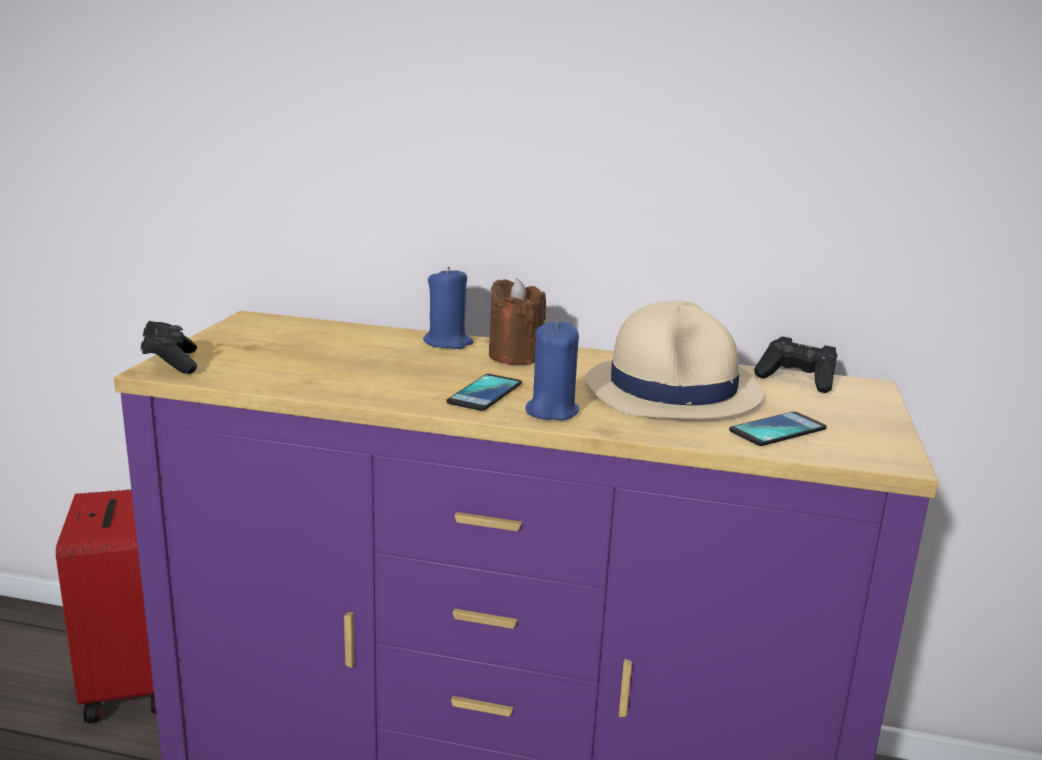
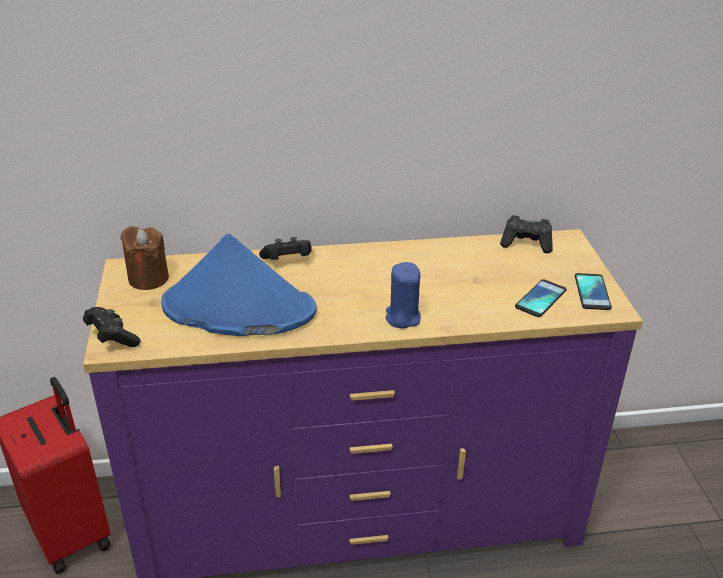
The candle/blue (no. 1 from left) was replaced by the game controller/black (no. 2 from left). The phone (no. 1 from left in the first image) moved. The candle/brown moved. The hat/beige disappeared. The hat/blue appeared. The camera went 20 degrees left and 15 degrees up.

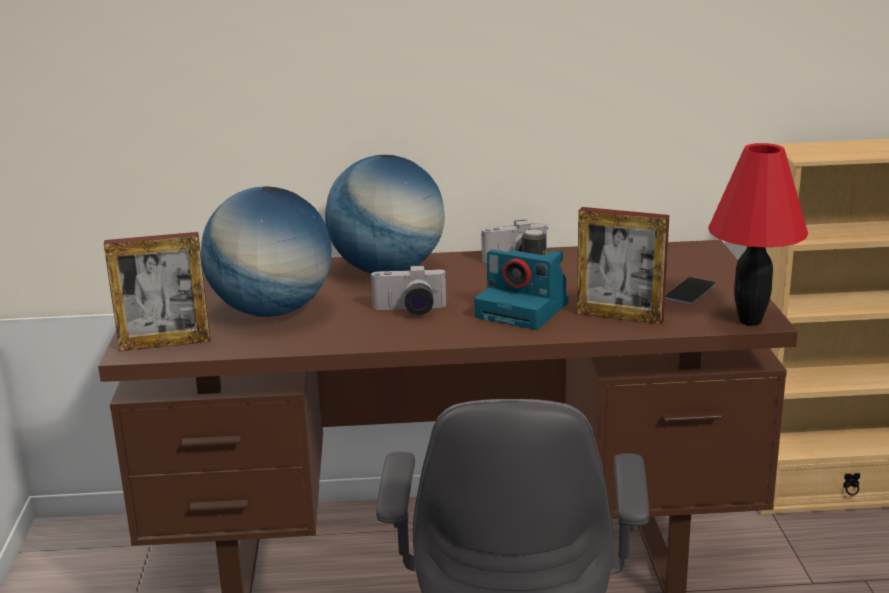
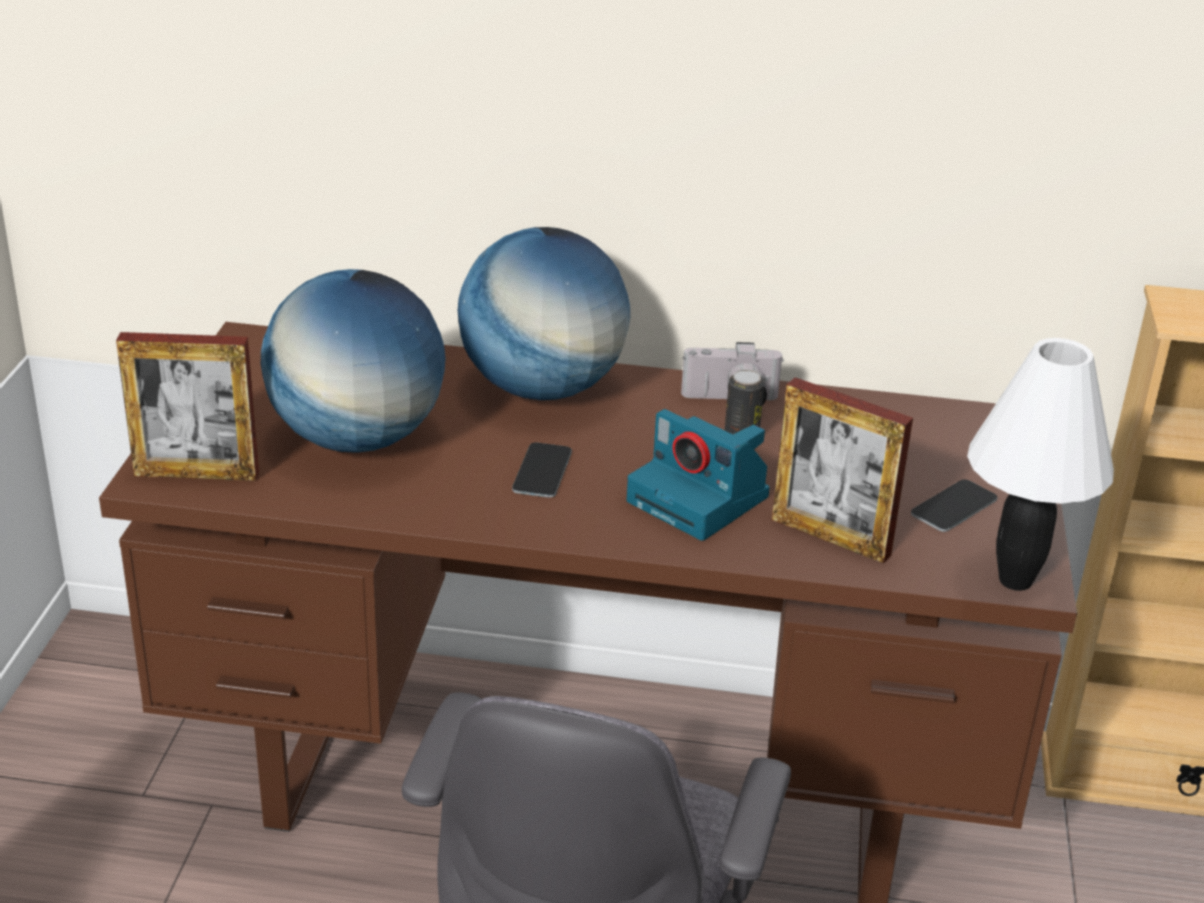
The photo camera (no. 1 from left) was replaced by the phone (no. 1 from left). The table lamp/red became the table lamp/white. The camera went 10 degrees right and 10 degrees up.

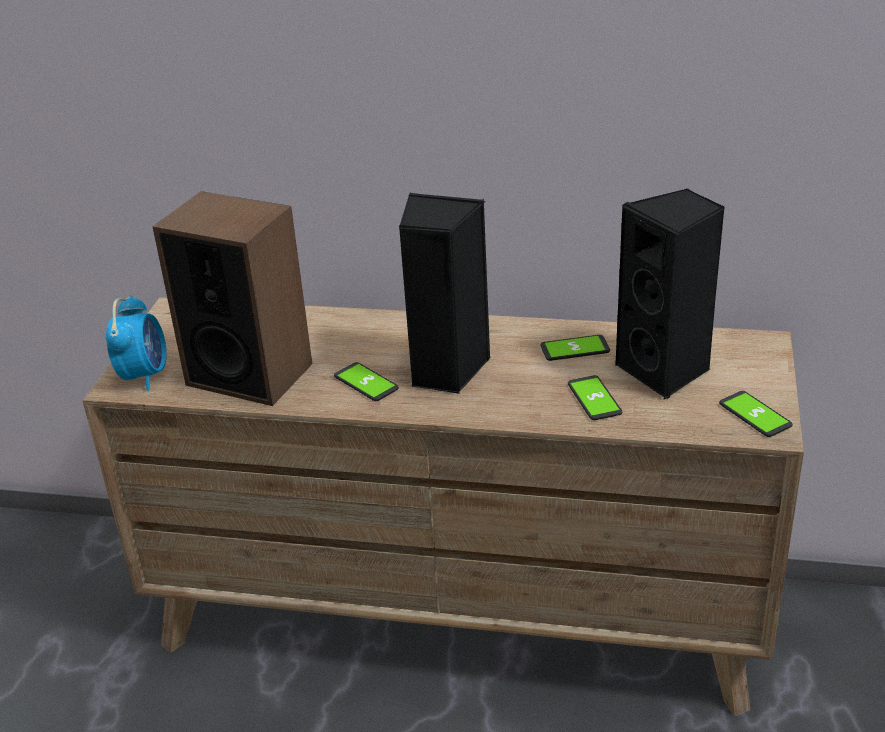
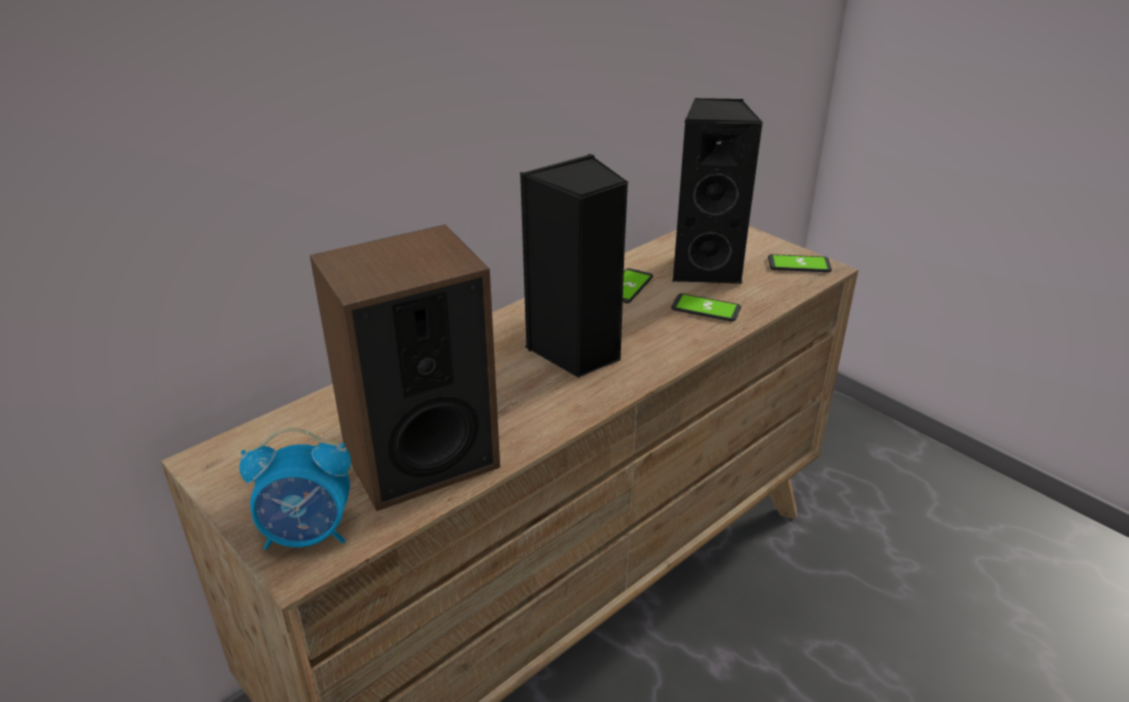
The alarm clock turned 135 degrees clockwise. The phone (no. 1 from left) disappeared. The camera went 55 degrees left and 0 degrees up.

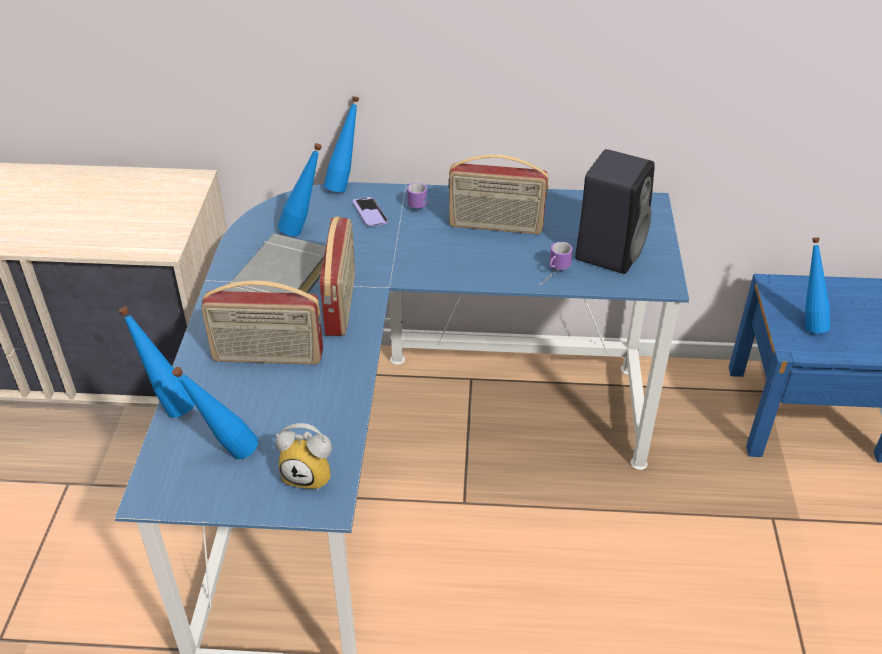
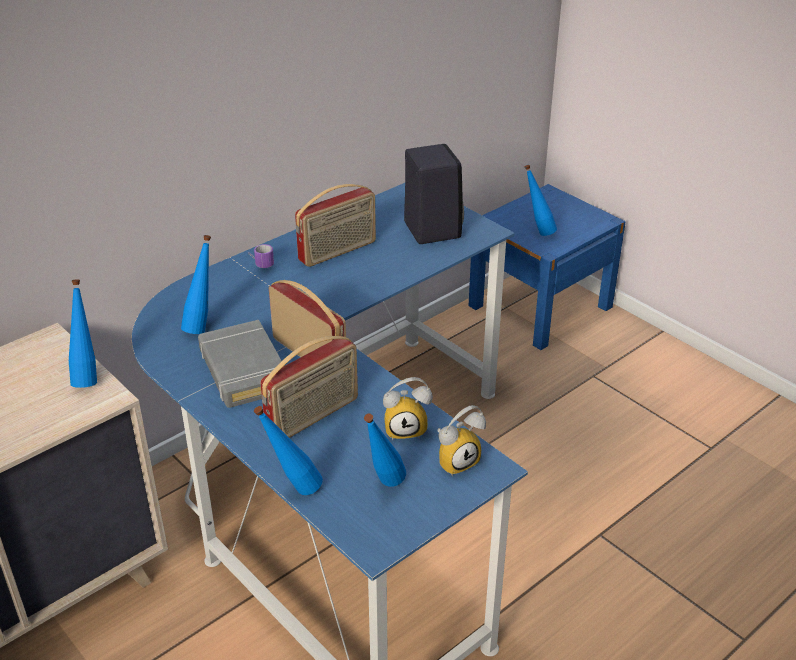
The bottle/blue (no. 4 from left in the first image) moved. The phone disappeared. The mug (no. 2 from left) disappeared. The alarm clock (no. 1 from left) appeared. The camera went 45 degrees left and 5 degrees down.

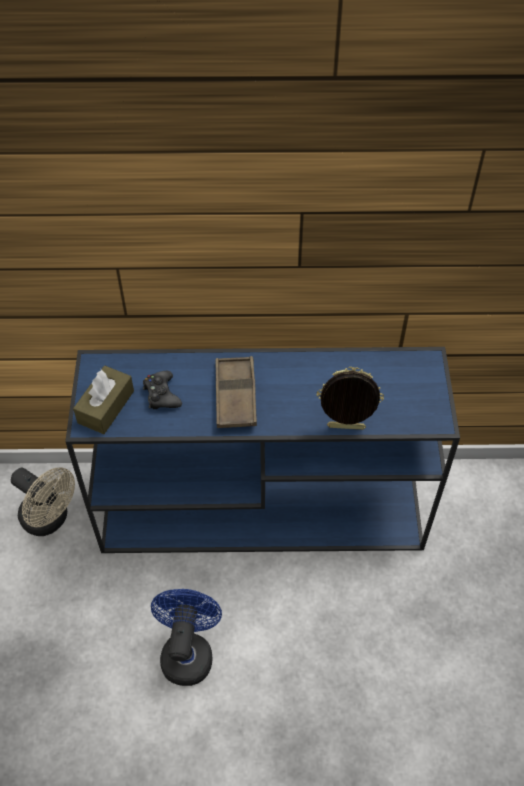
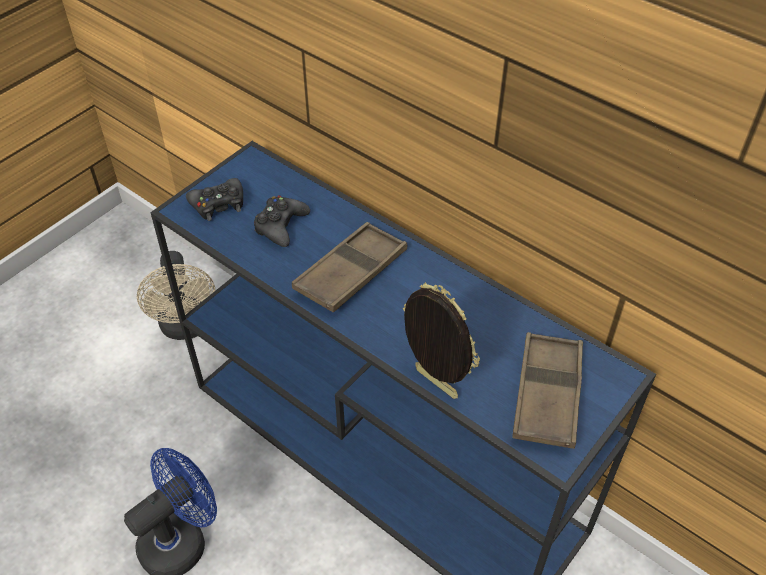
The tissue box/brown was replaced by the game controller/black (no. 1 from left). The tray/brown (no. 2 from left) appeared. The camera went 40 degrees right and 5 degrees down.

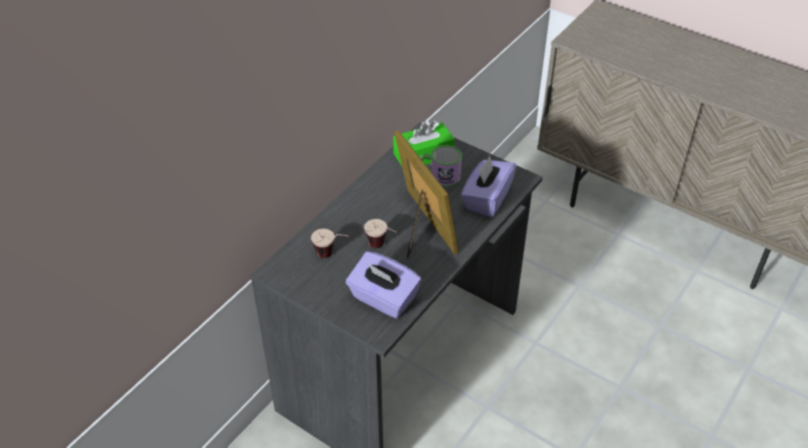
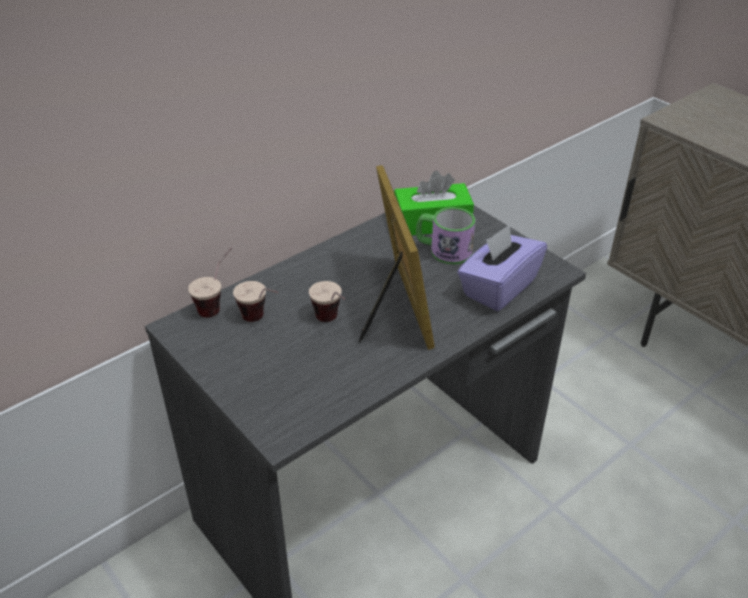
The tissue box/purple (no. 1 from left) disappeared. The cup (no. 1 from left) appeared. The camera went 15 degrees right and 5 degrees down.

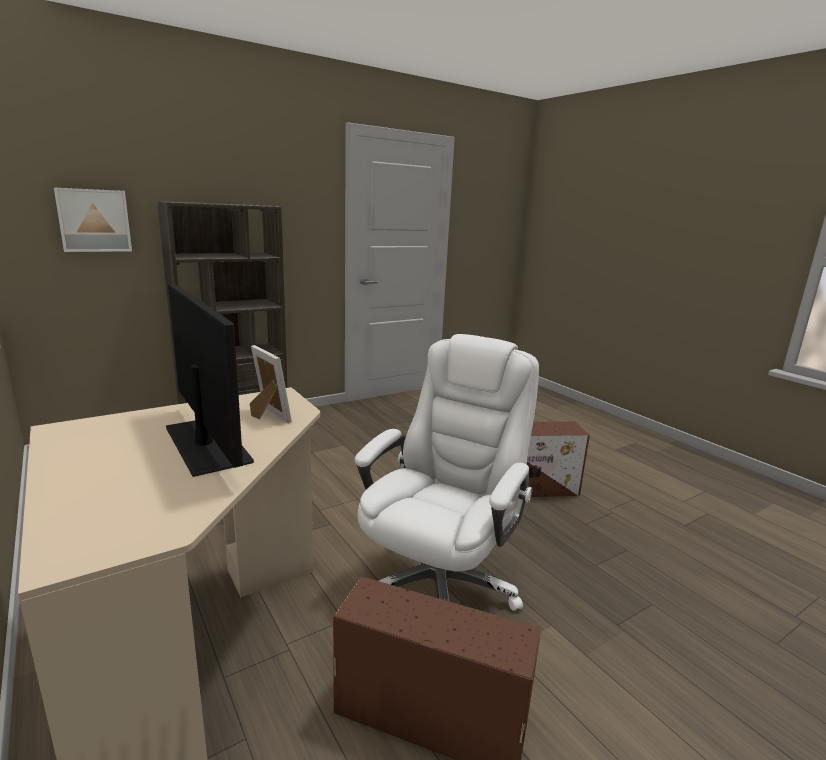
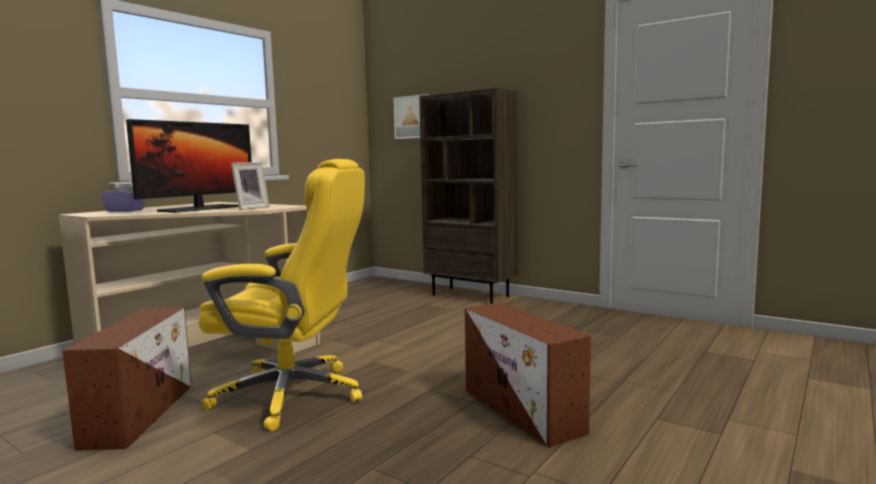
The office chair/white became the office chair/yellow. The tissue box/purple appeared. The camera went 70 degrees right and 10 degrees down.

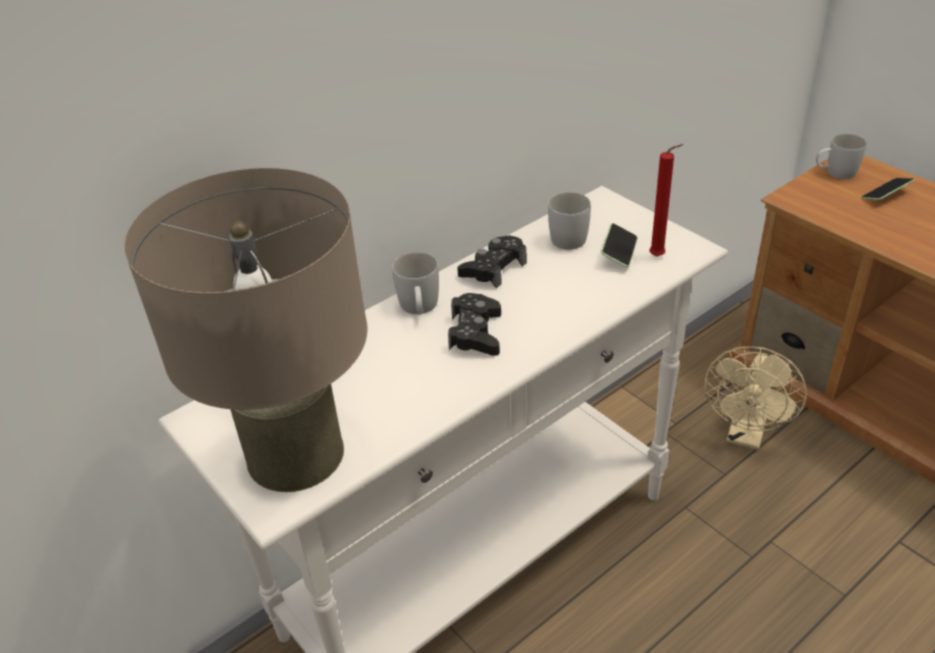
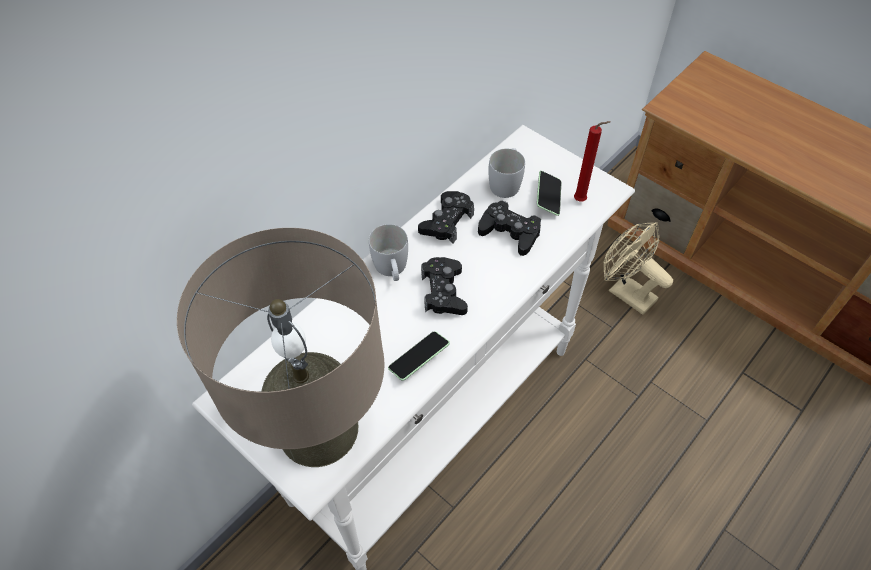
The fan/beige turned 120 degrees clockwise. The mug/white (no. 3 from left) disappeared. The phone (no. 2 from left in the first image) moved. The game controller/black (no. 3 from left) appeared. The camera went 10 degrees left and 15 degrees up.

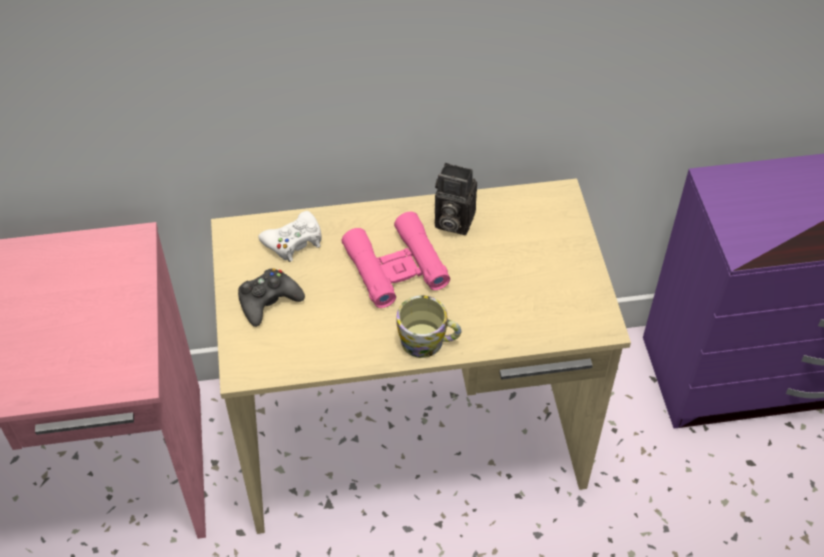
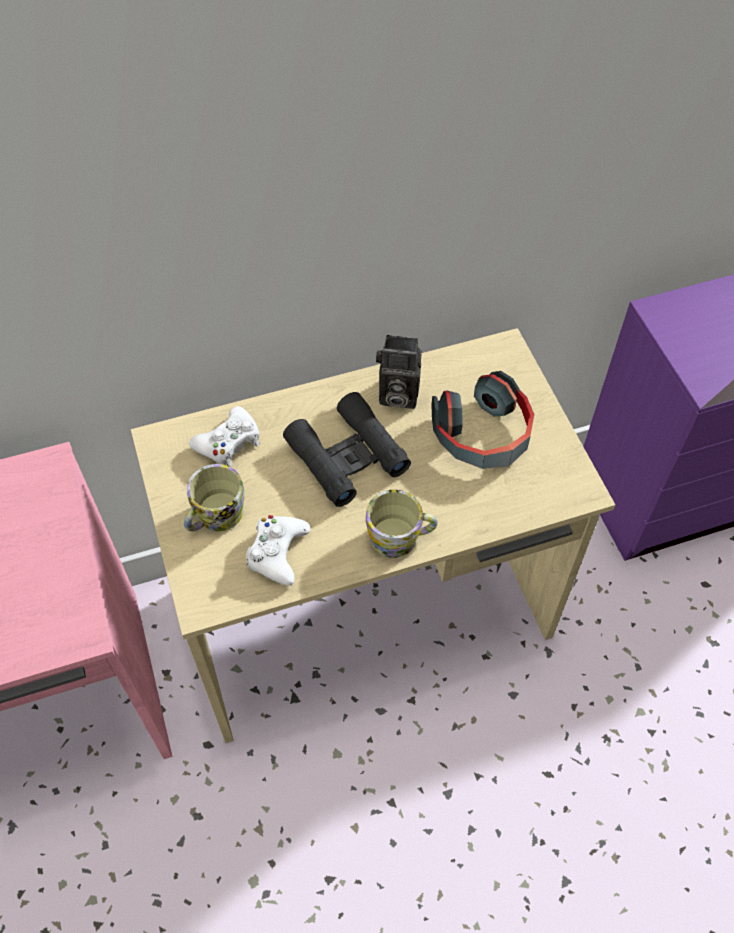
The game controller/black was replaced by the mug (no. 1 from left). The binoculars/pink became the binoculars/black. The game controller/white (no. 2 from left) appeared. The headphones appeared. The camera went 10 degrees left and 5 degrees up.

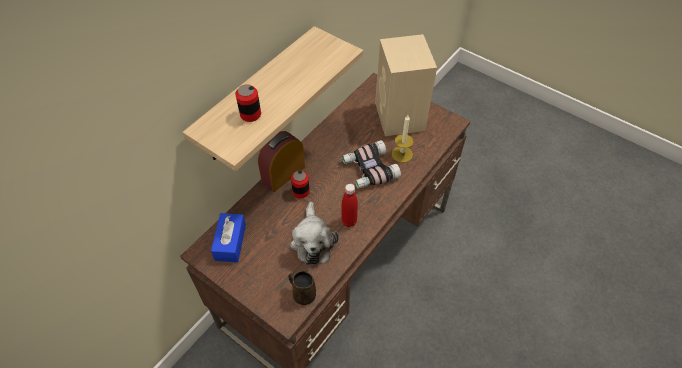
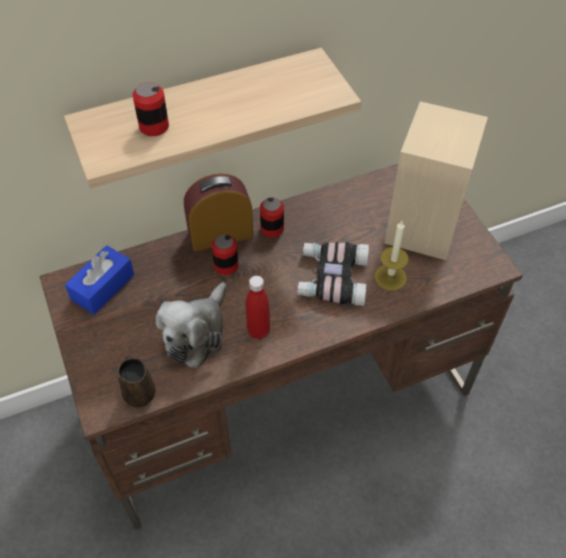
The can (no. 3 from left) appeared. The camera went 30 degrees right and 0 degrees up.

